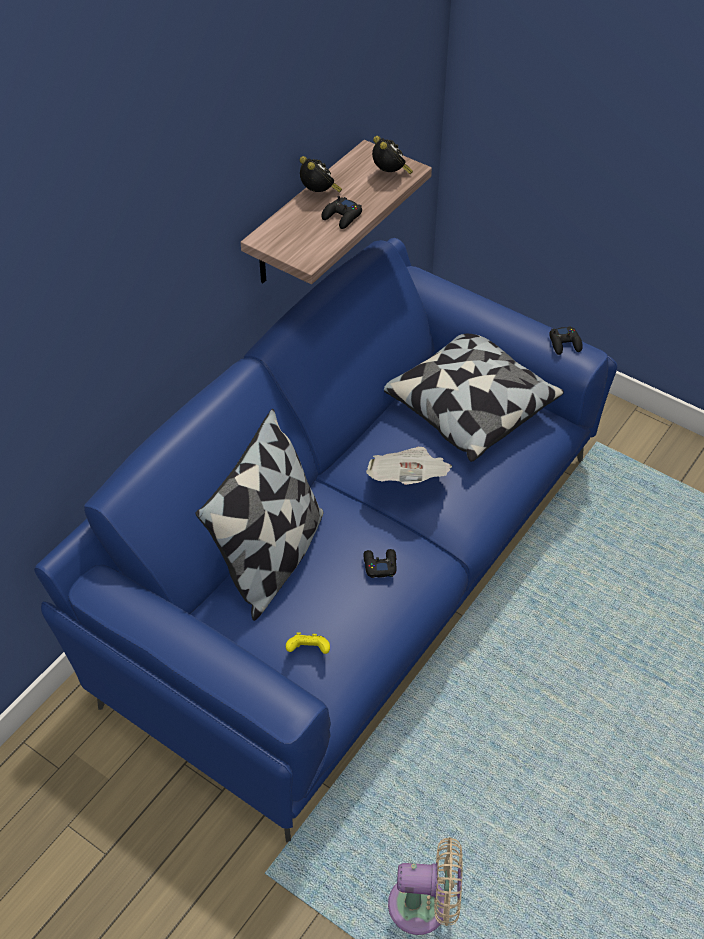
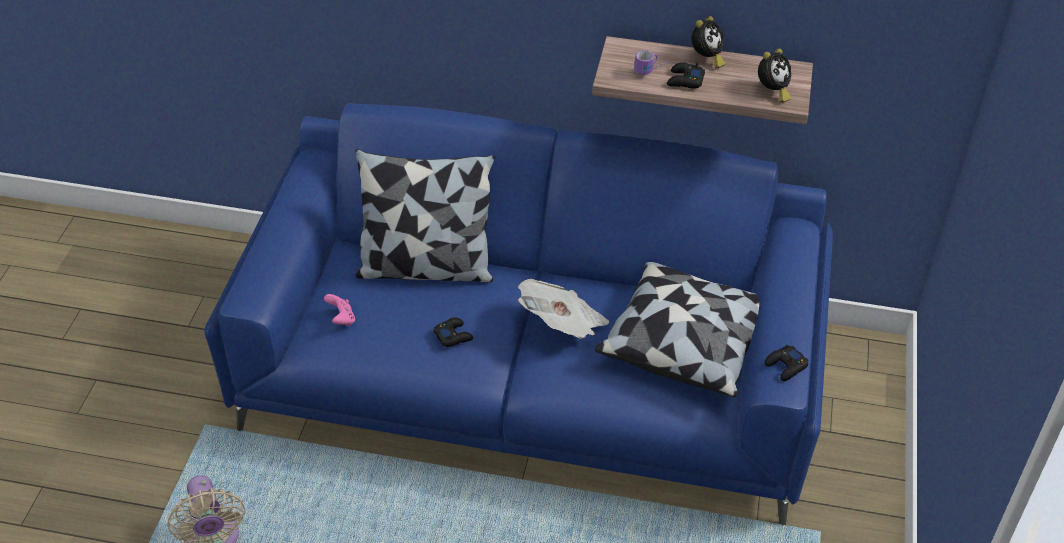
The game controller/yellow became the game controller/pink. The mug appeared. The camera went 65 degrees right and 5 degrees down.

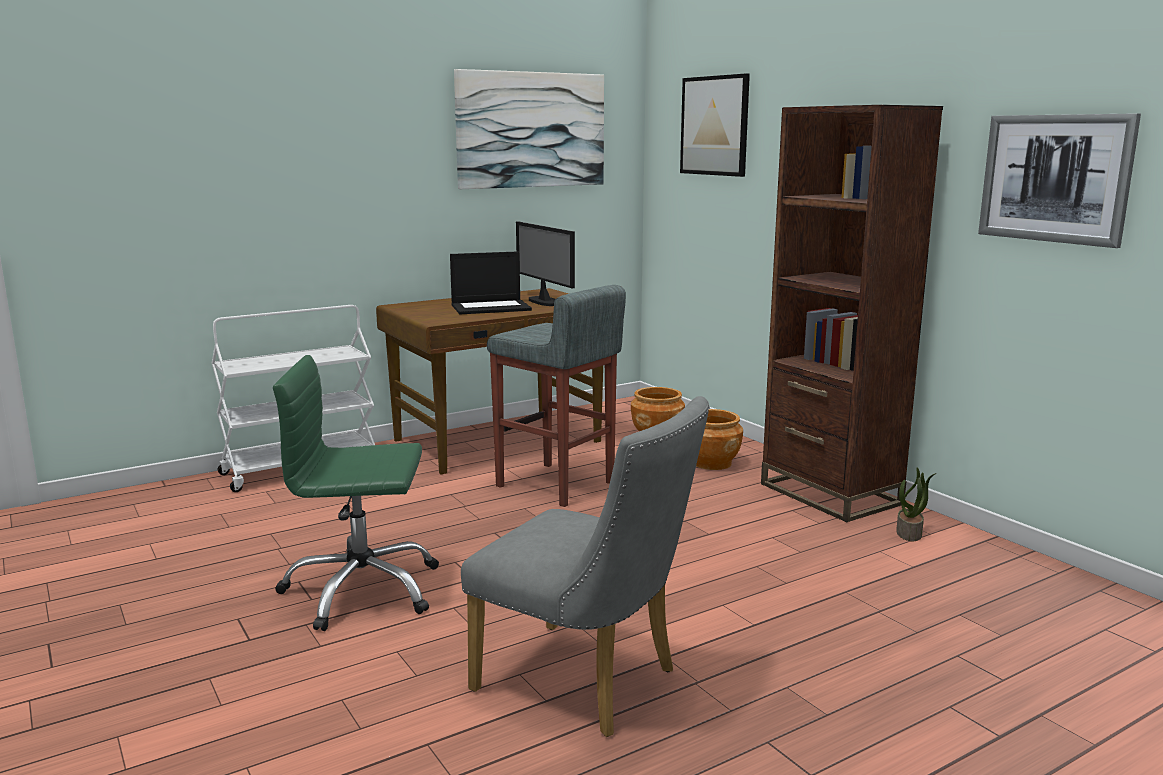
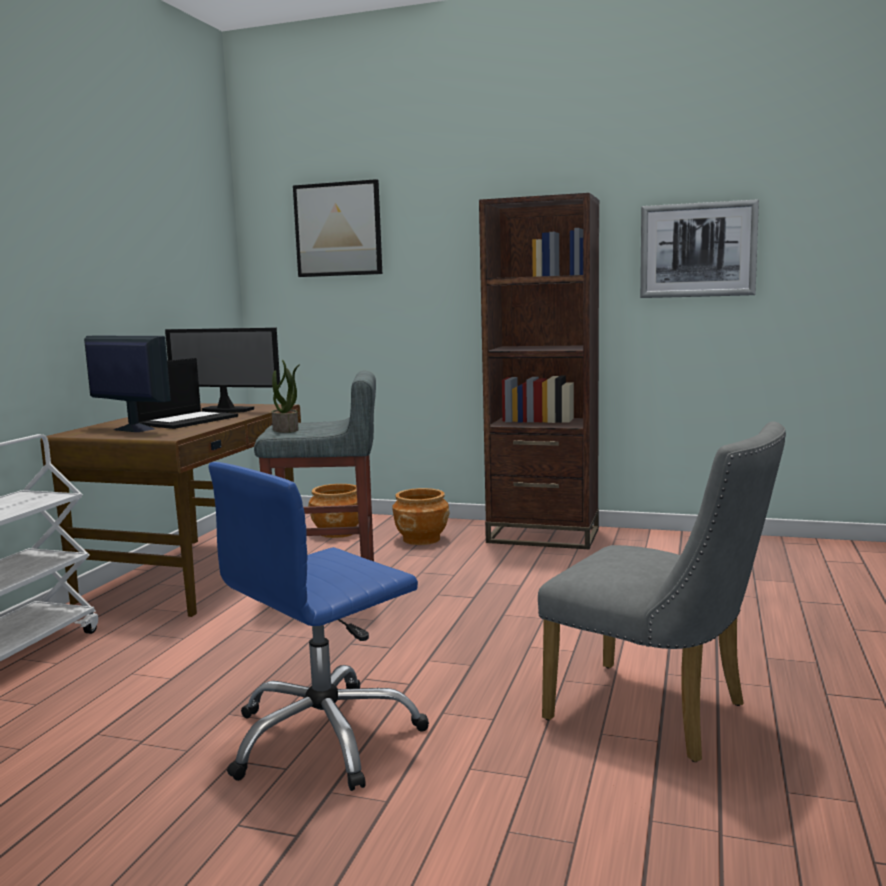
The office chair/green became the office chair/blue. The picture (no. 1 from left) disappeared. The chair/grey turned 45 degrees clockwise. The potted plant moved. The monitor (no. 1 from left) appeared. The camera went 40 degrees left and 5 degrees down.

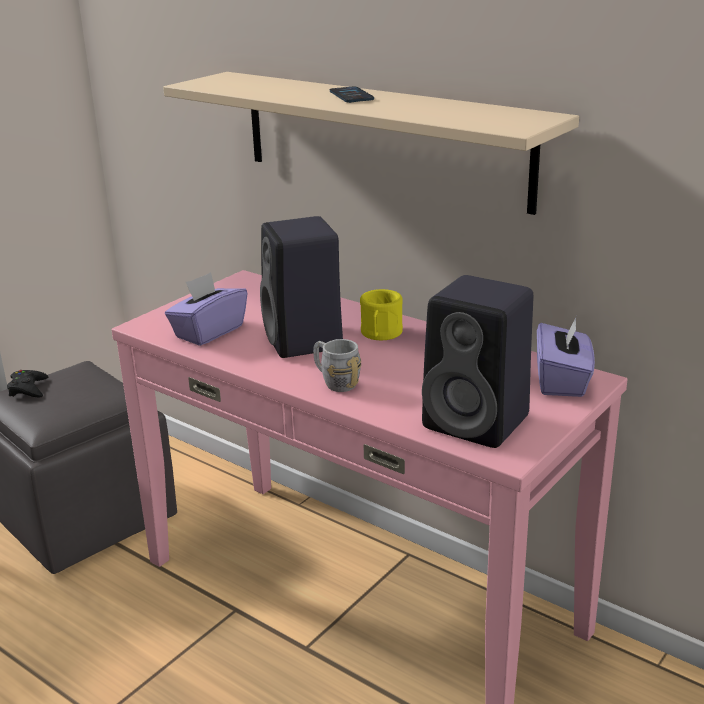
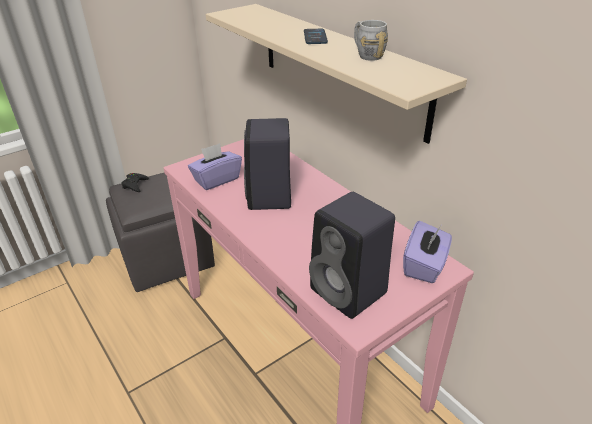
The mug/grey moved. The mug/yellow disappeared. The camera went 15 degrees right and 10 degrees up.

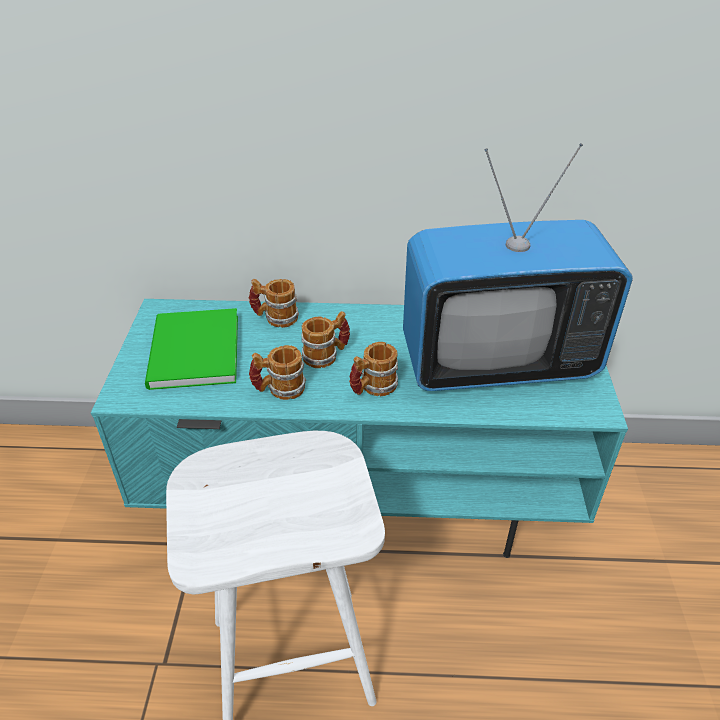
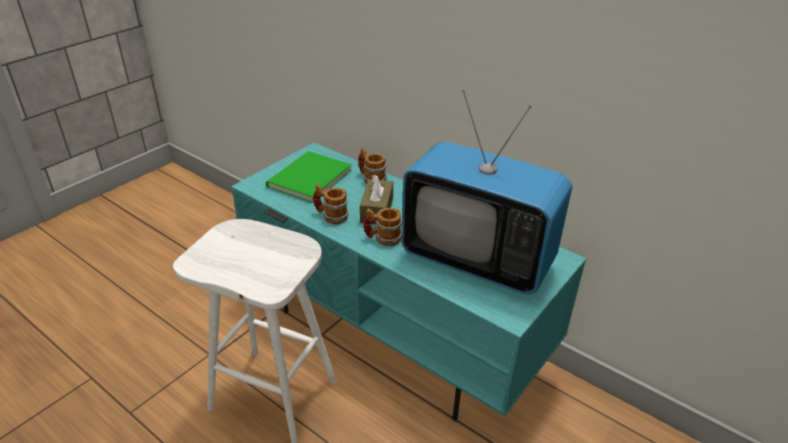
The mug (no. 3 from left) was replaced by the tissue box/brown. The camera went 35 degrees right and 5 degrees down.

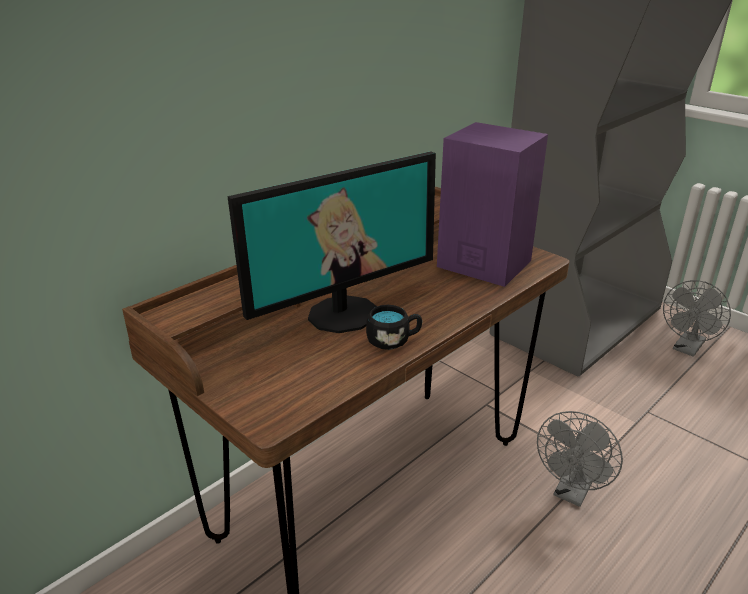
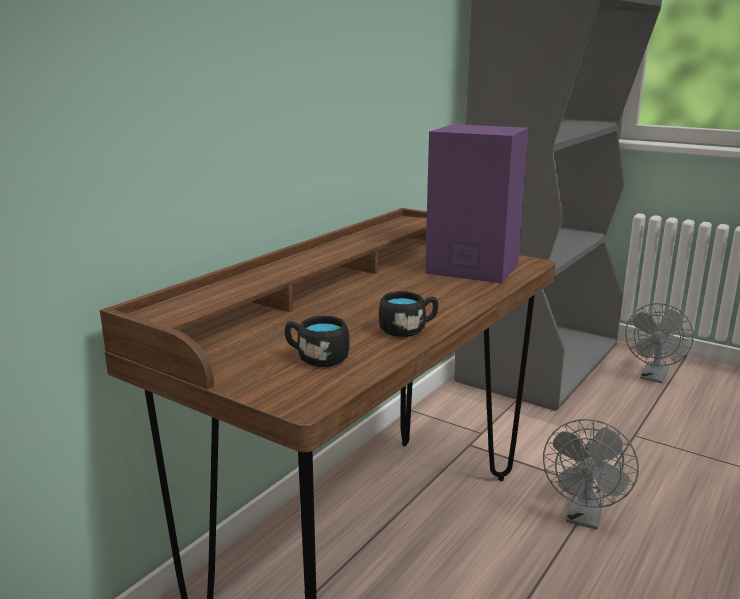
The monitor disappeared. The mug/black (no. 1 from left) appeared. The camera went 10 degrees left and 10 degrees down.

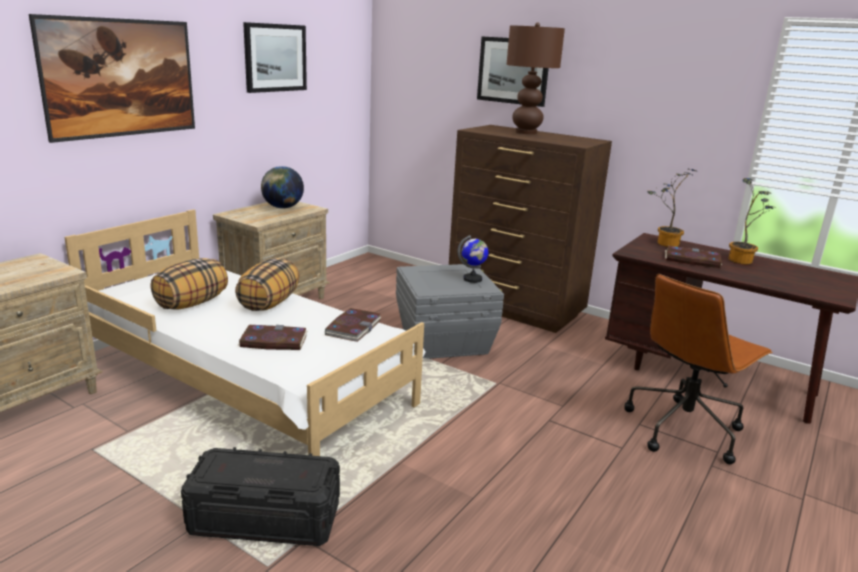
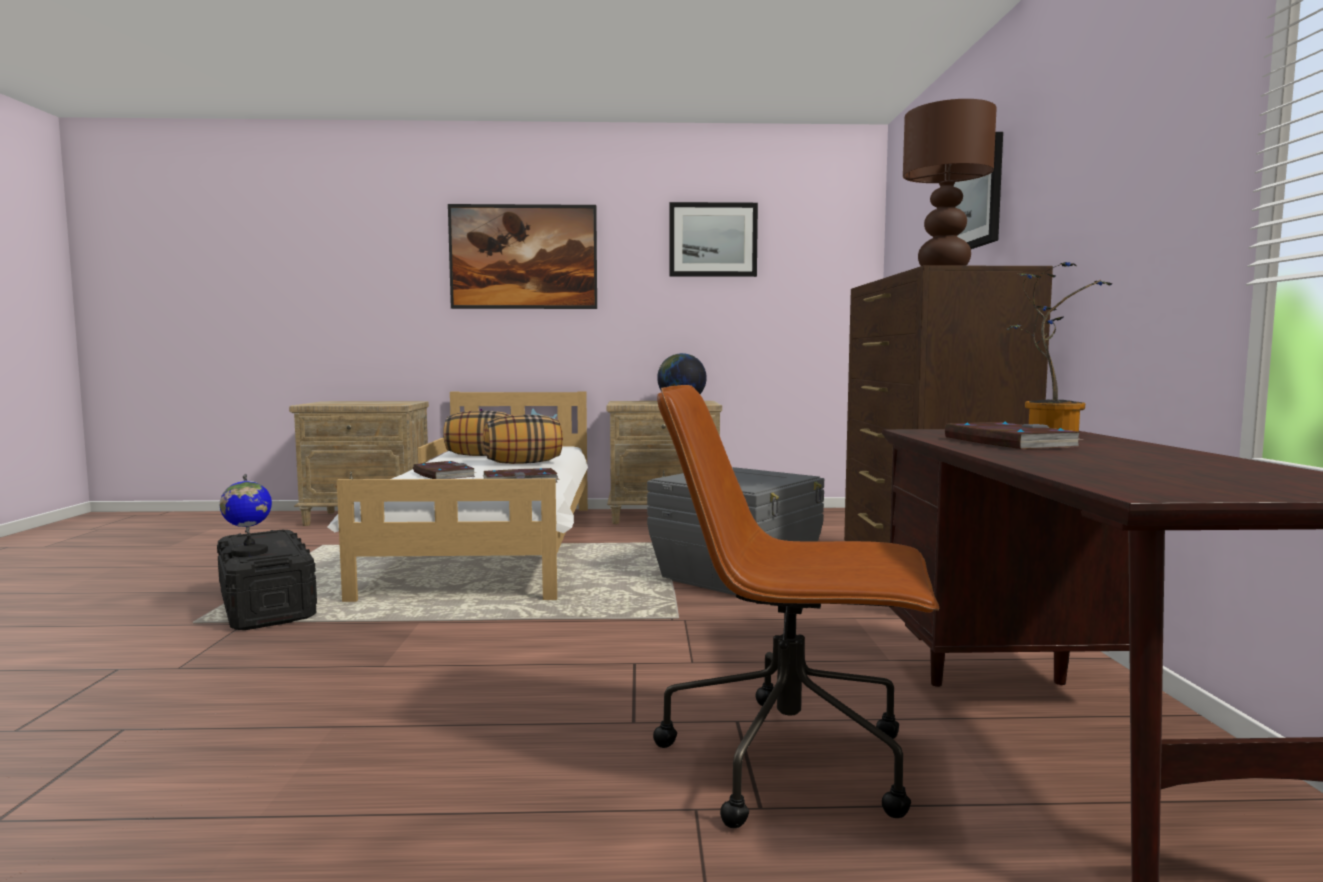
The globe (no. 2 from left in the first image) moved. The potted plant (no. 2 from left) disappeared. The camera went 55 degrees right and 15 degrees down.

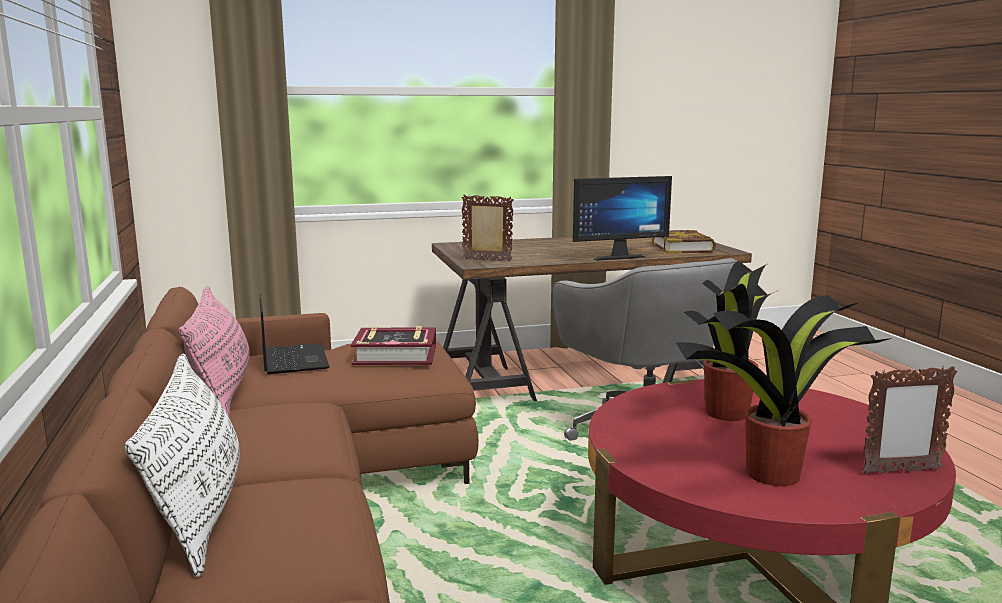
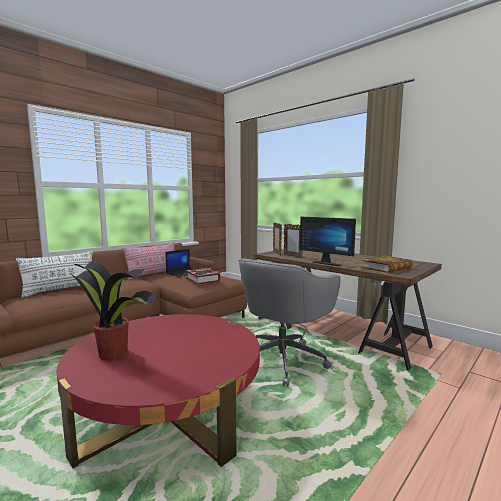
The potted plant (no. 1 from left) disappeared. The picture frame (no. 2 from left) moved. The camera went 60 degrees right and 5 degrees down.

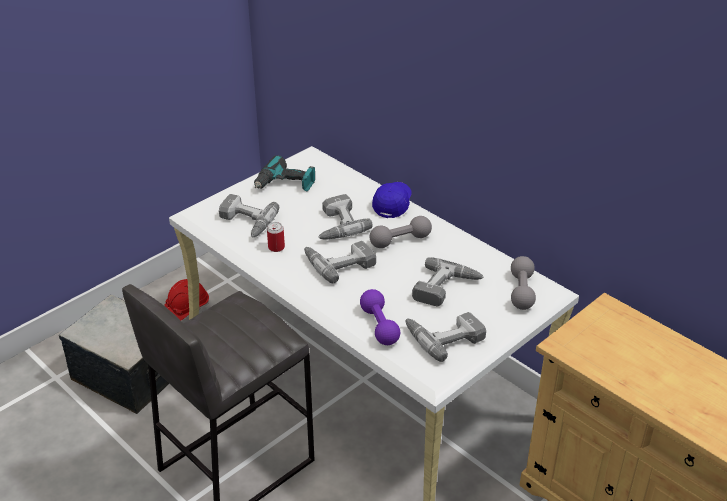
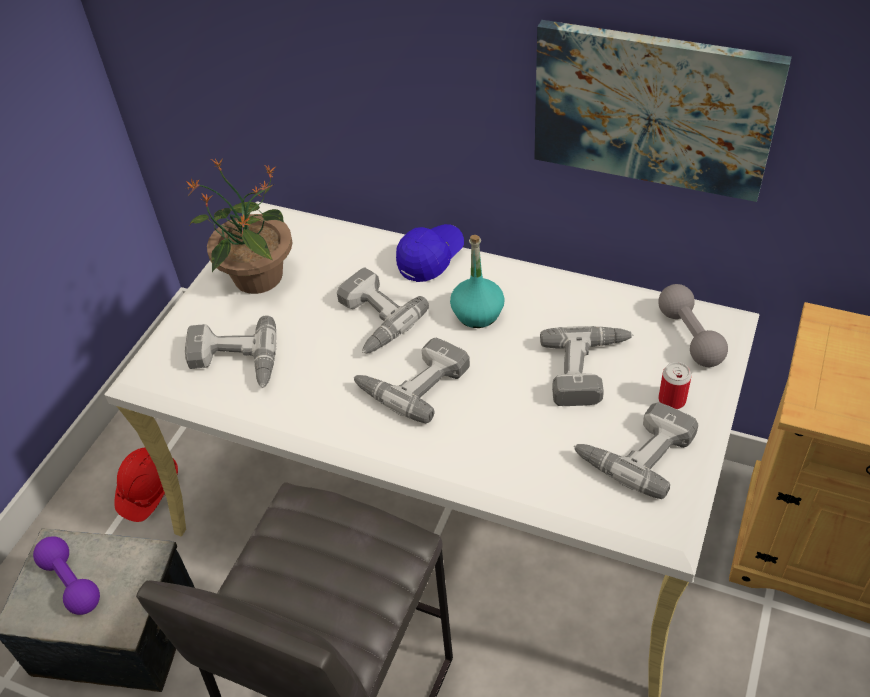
The power drill (no. 2 from left) was replaced by the potted plant. The can moved. The dumbbell/purple moved. The dumbbell/grey (no. 1 from left) was replaced by the bottle/turquoise. The cap/blue turned 45 degrees clockwise. The picture appeared. The camera went 20 degrees left and 10 degrees up.

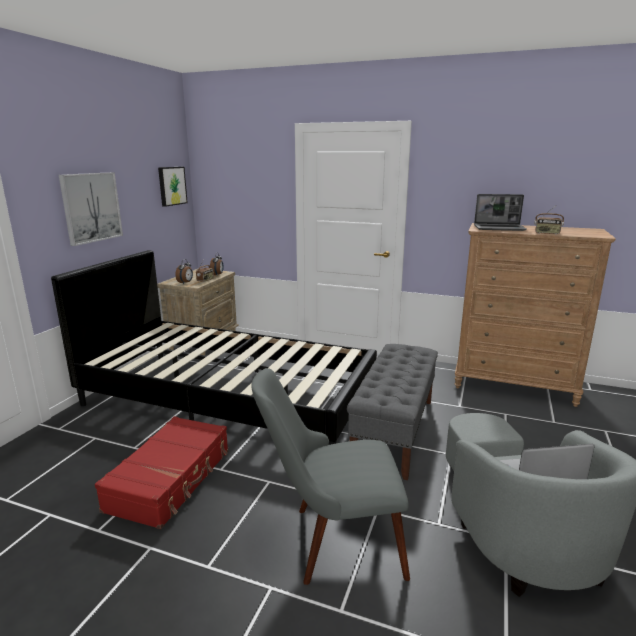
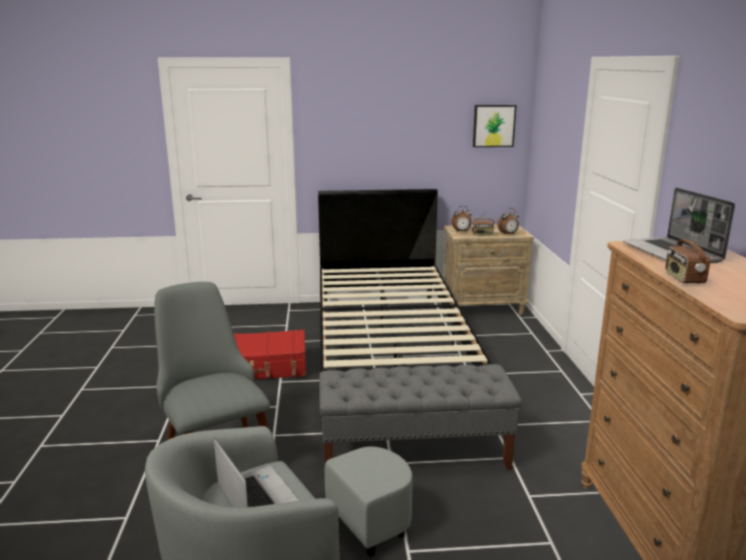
The picture (no. 1 from left) disappeared. The camera went 65 degrees right and 0 degrees up.

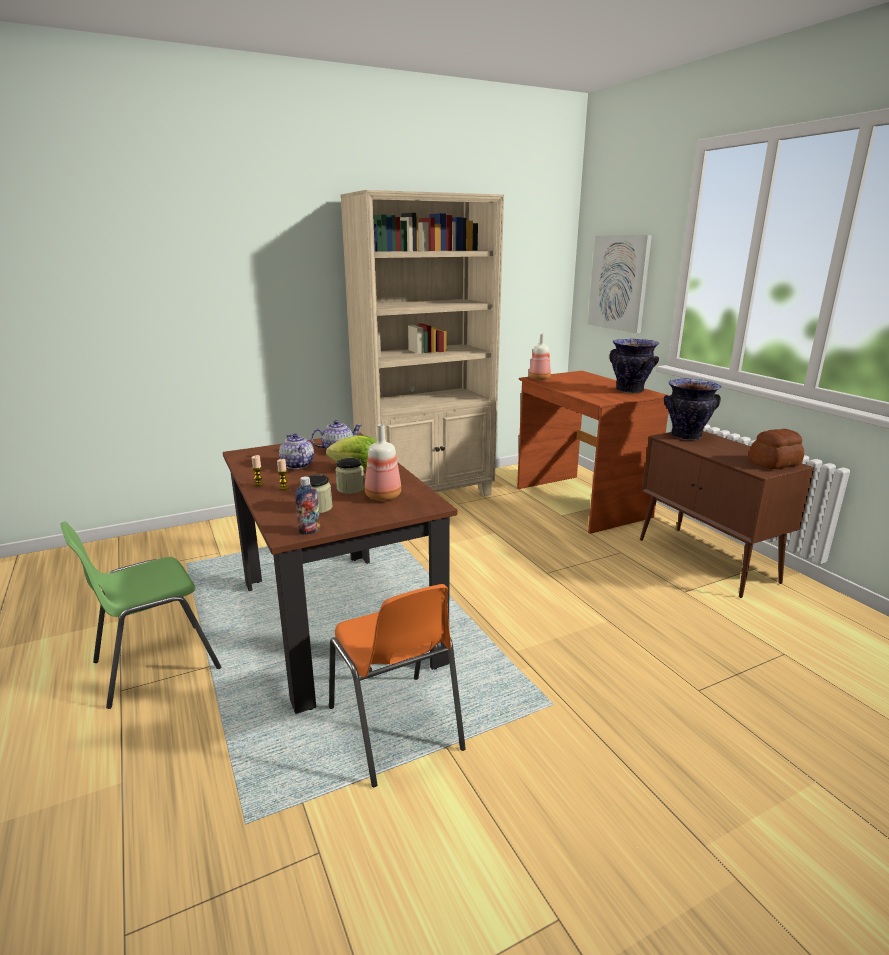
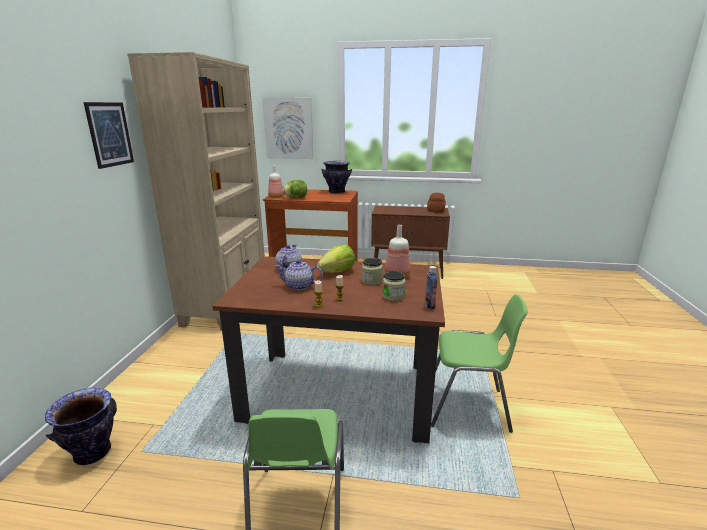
The chair/orange became the chair/green (no. 2 from left). The vase (no. 2 from left in the first image) moved. The picture (no. 1 from left) appeared. The lettuce (no. 1 from left) appeared. The camera went 55 degrees left and 0 degrees up.

